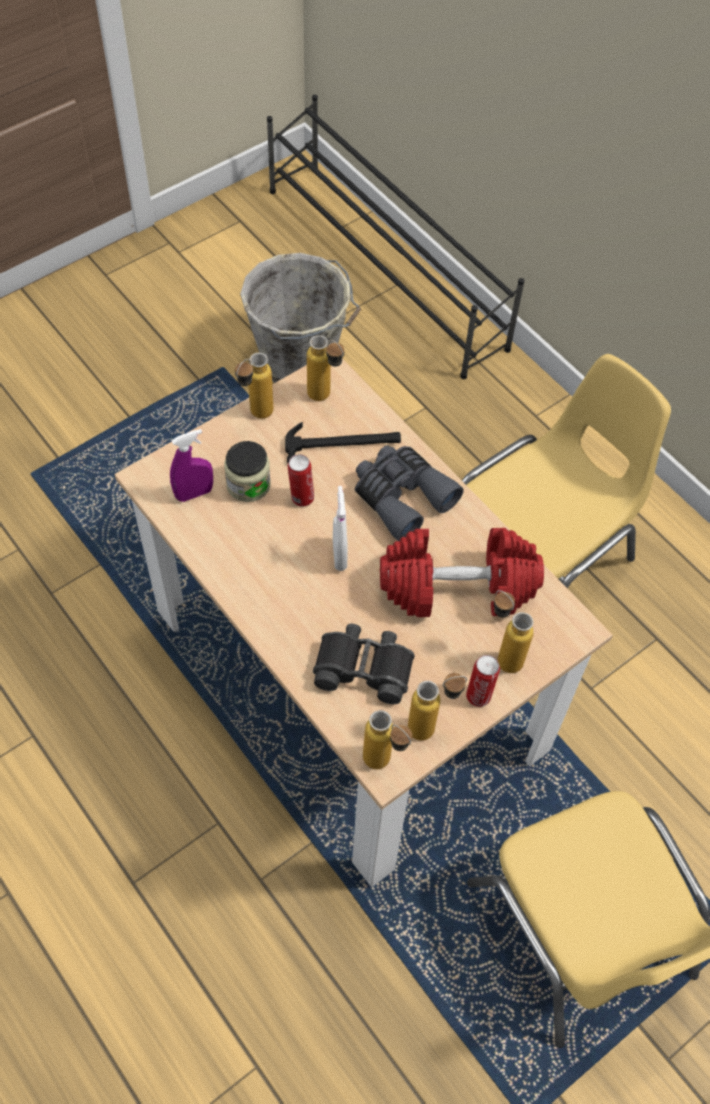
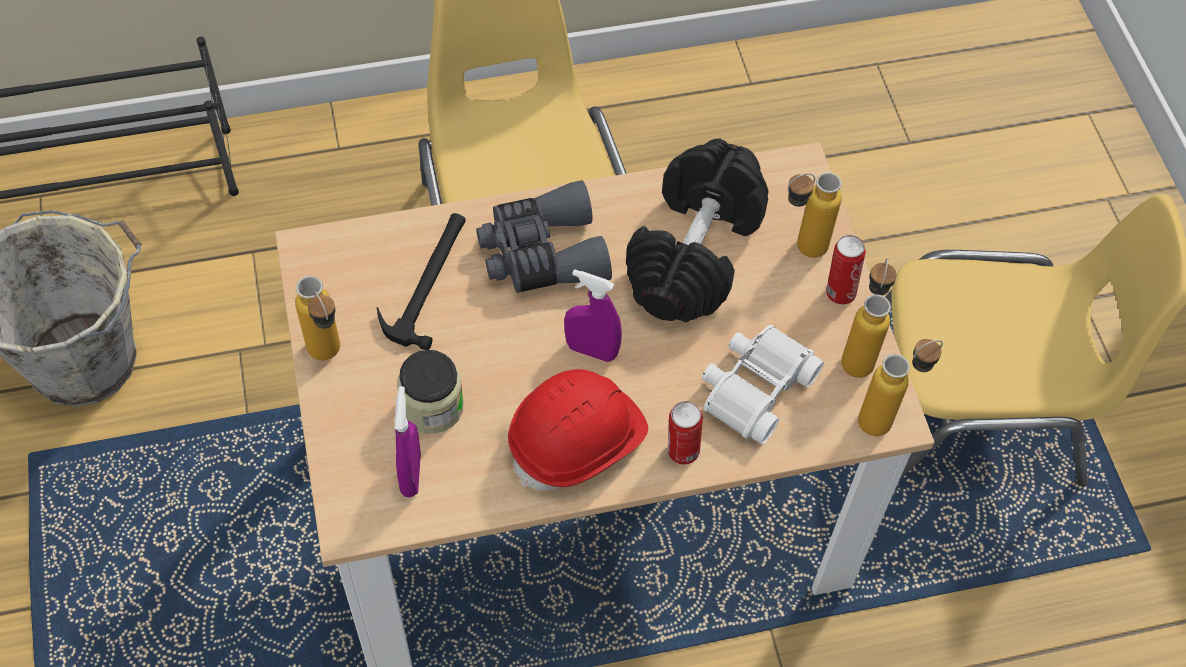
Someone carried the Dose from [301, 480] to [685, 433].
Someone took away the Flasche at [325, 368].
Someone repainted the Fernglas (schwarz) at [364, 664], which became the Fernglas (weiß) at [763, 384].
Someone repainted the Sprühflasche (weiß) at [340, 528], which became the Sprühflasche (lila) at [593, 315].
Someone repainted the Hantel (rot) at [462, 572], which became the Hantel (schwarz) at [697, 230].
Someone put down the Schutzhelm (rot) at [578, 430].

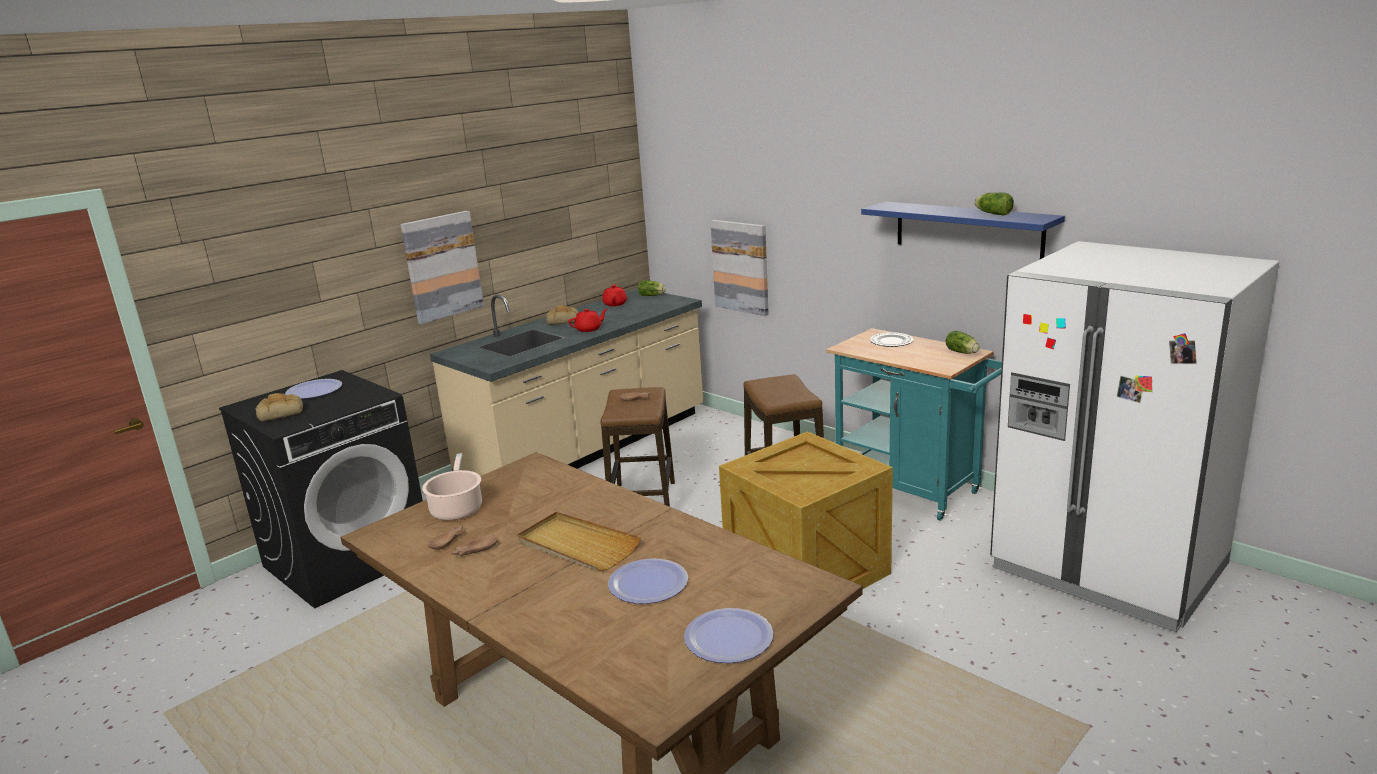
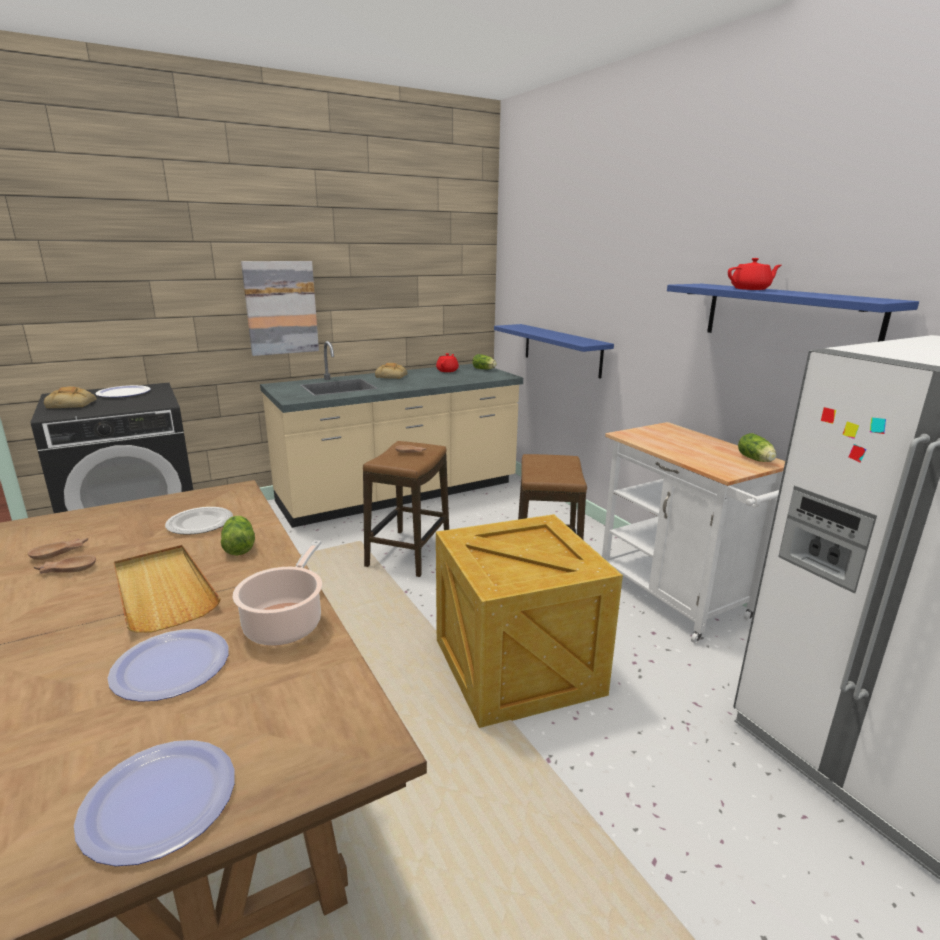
Someone carried the Kochtopf from [452, 486] to [277, 593].
Someone carried the Teekanne (rot) from [587, 320] to [754, 274].
Someone swapped the Bild at [739, 268] for the Wandregal (blau) at [554, 351].
Someone repainted the Rollwagen (türkis) at [914, 424], which became the Rollwagen (weiß) at [693, 532].
Someone carried the Teller from [892, 339] to [199, 521].
Someone carried the Salatkopf from [994, 204] to [238, 536].

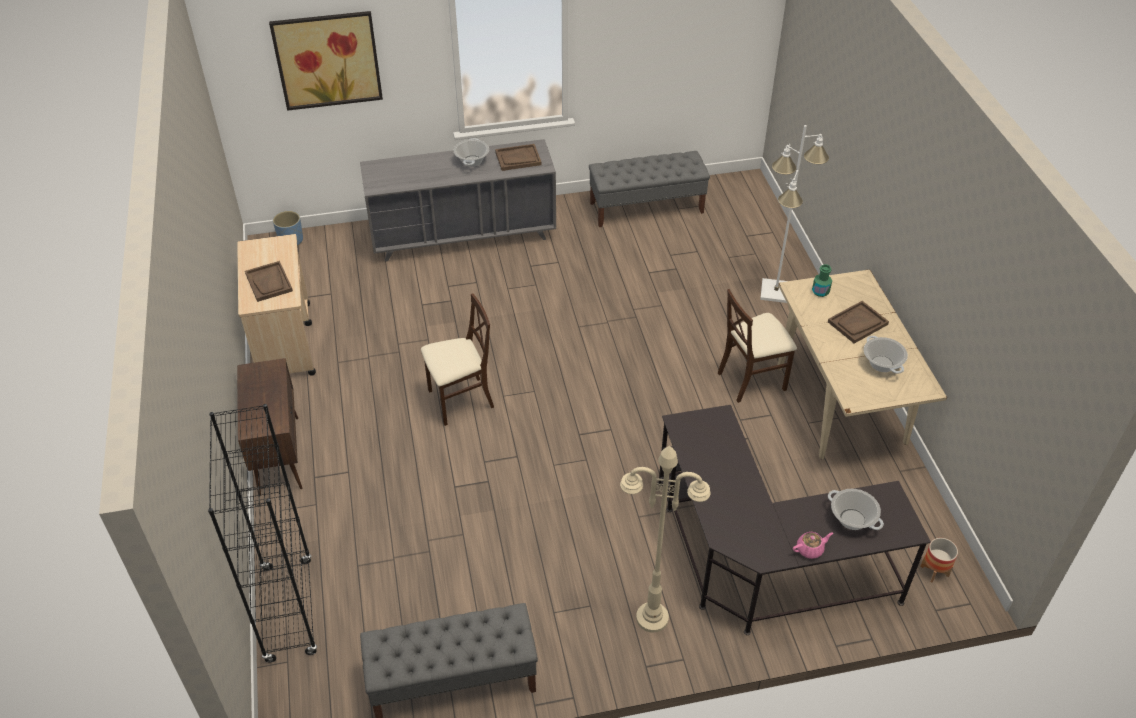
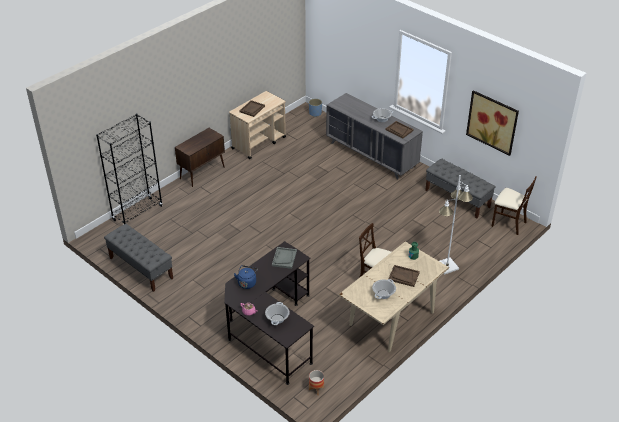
Someone carried the Bild from [326, 61] to [492, 123].
Someone carried the Stuhl (beige) from [457, 359] to [514, 205].
Someone took away the Stehlampe (beige) at [665, 539].
Someone put down the Wasserkessel (blau) at [246, 277].
Someone put down the Tablett (grau) at [284, 258].

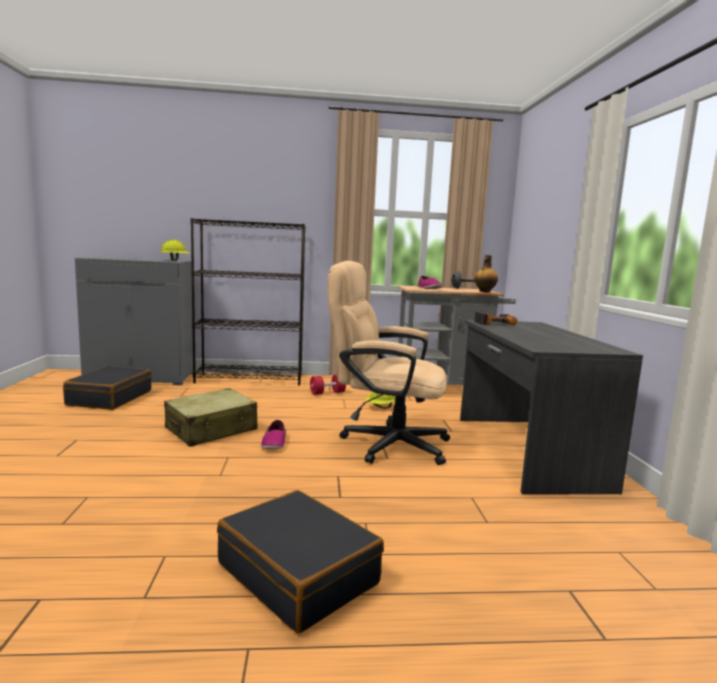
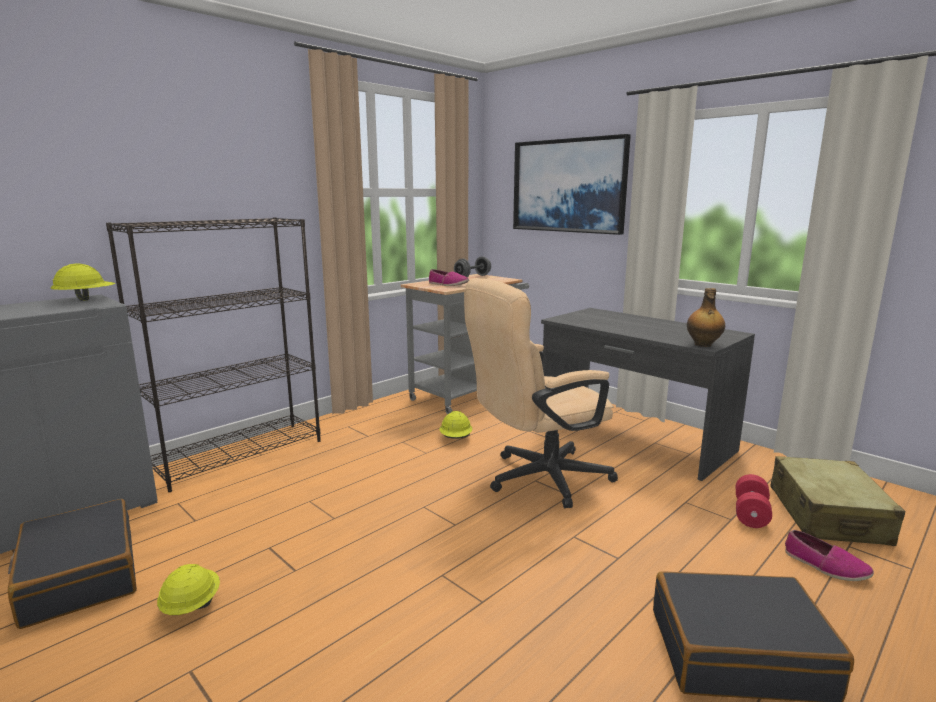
Someone carried the Koffer (beige) from [211, 417] to [838, 501].
Someone carried the Schuh from [273, 435] to [829, 555].
Someone carried the Hantel (rot) from [328, 385] to [754, 501].
Someone carried the Flasche from [486, 273] to [706, 317].
Someone took away the Bohrmaschine at [495, 318].
Someone put down the Schutzhelm (gelb) at [188, 589].
Someone put up the Bild at [572, 184].

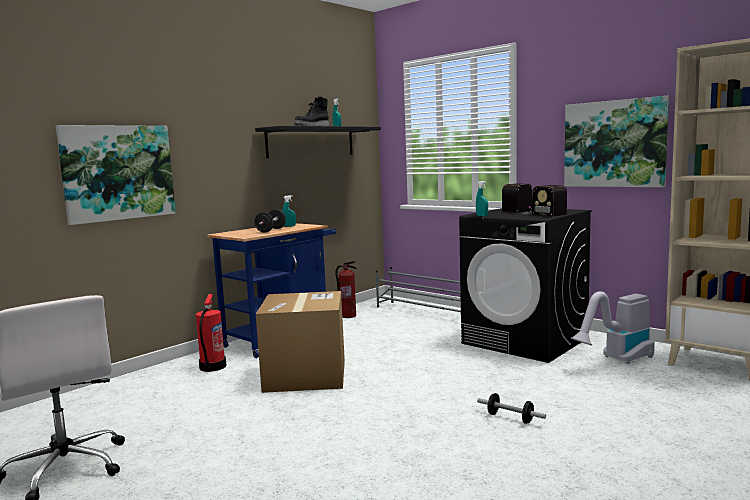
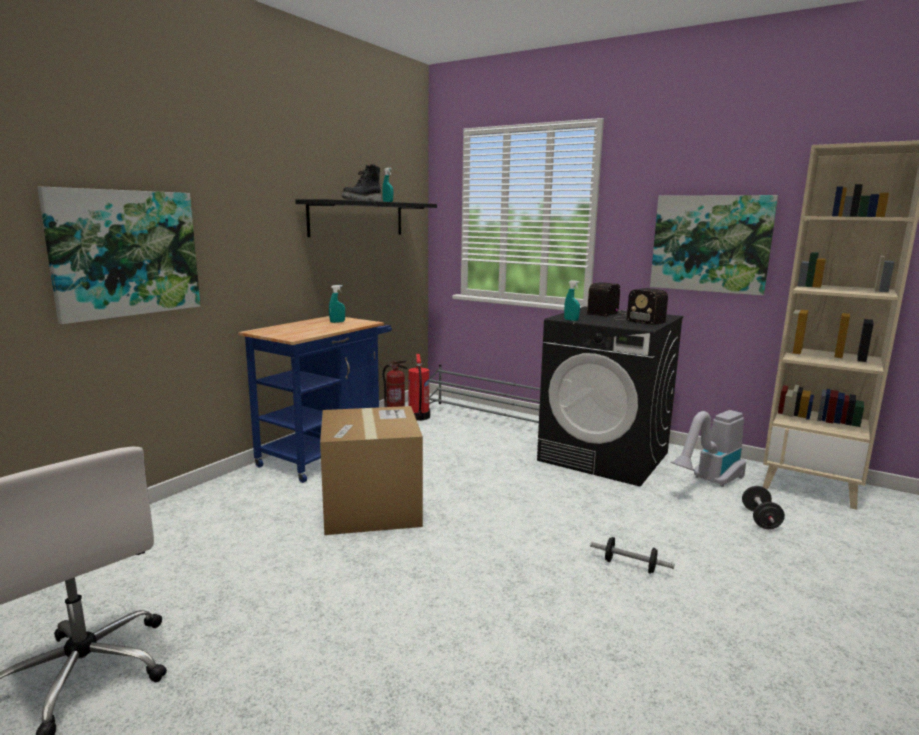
Someone carried the Feuerlöscher from [211, 333] to [419, 387].
Someone carried the Hantel (schwarz) from [270, 221] to [763, 507].

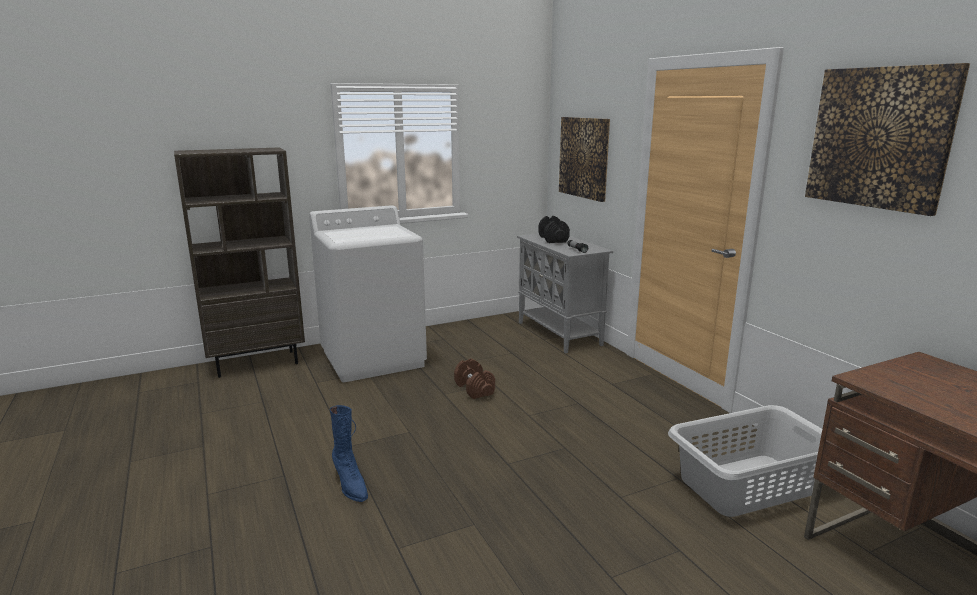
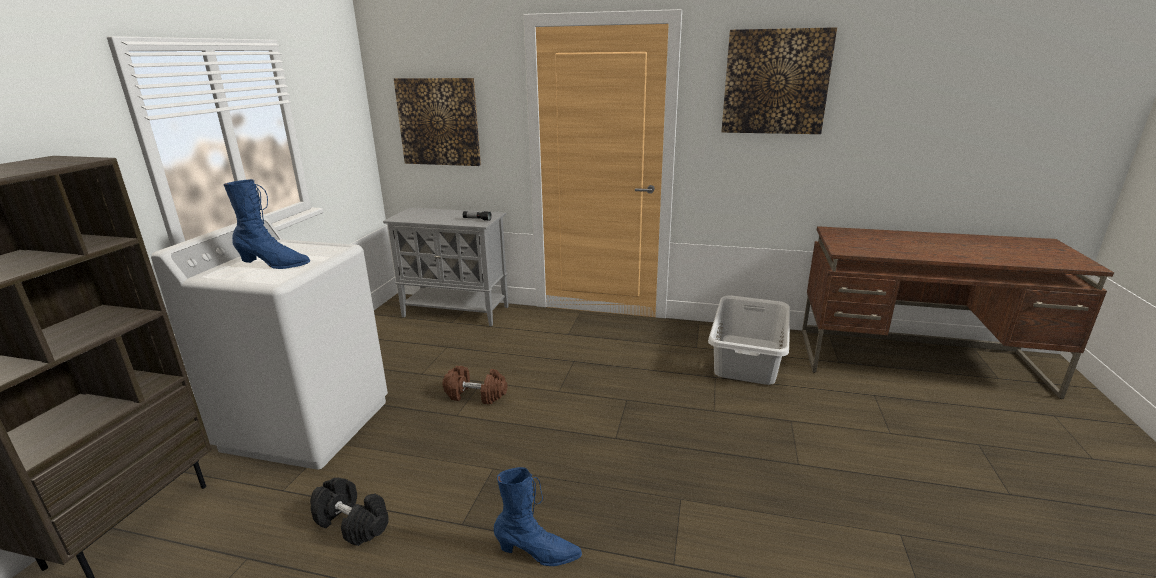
Someone carried the Hantel (schwarz) from [554, 229] to [349, 512].
Someone put down the Stiefel (blau) at [266, 224].

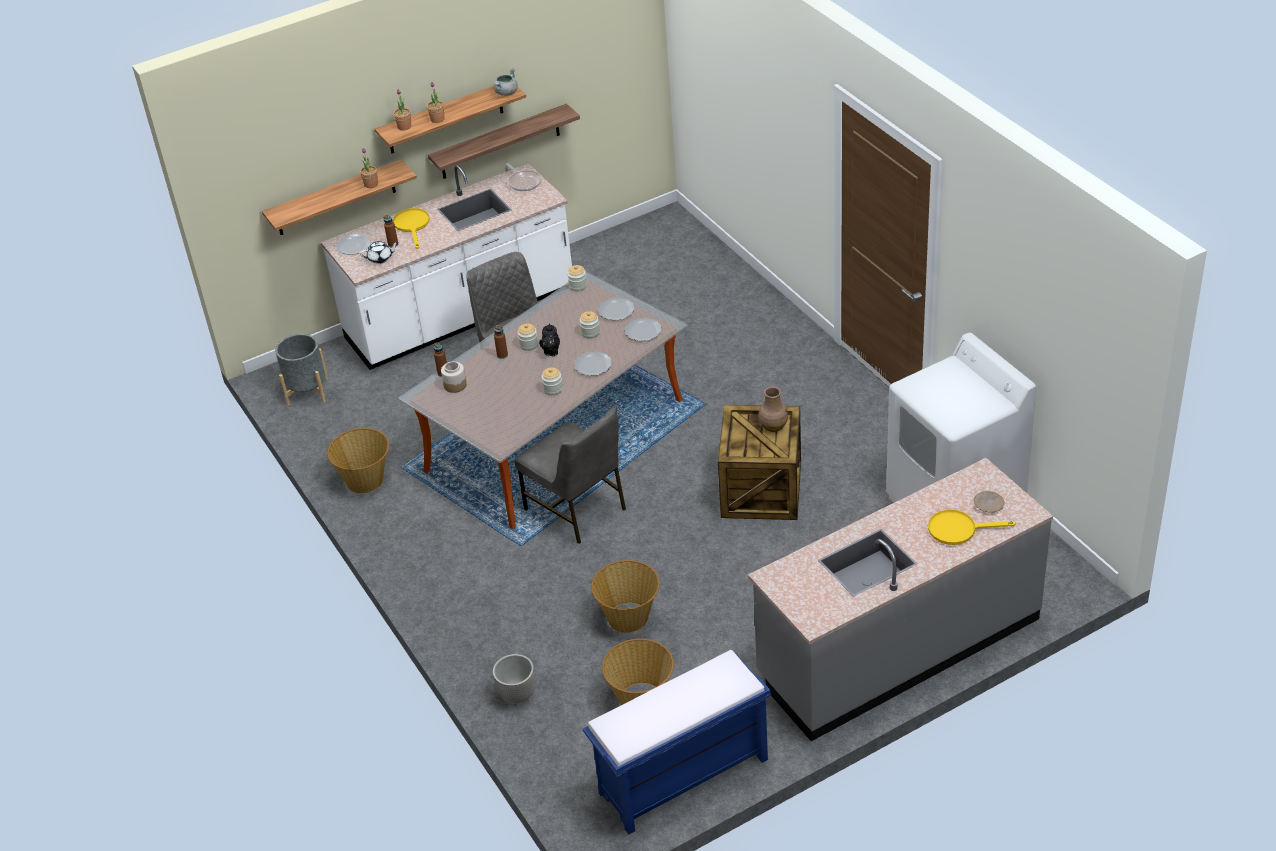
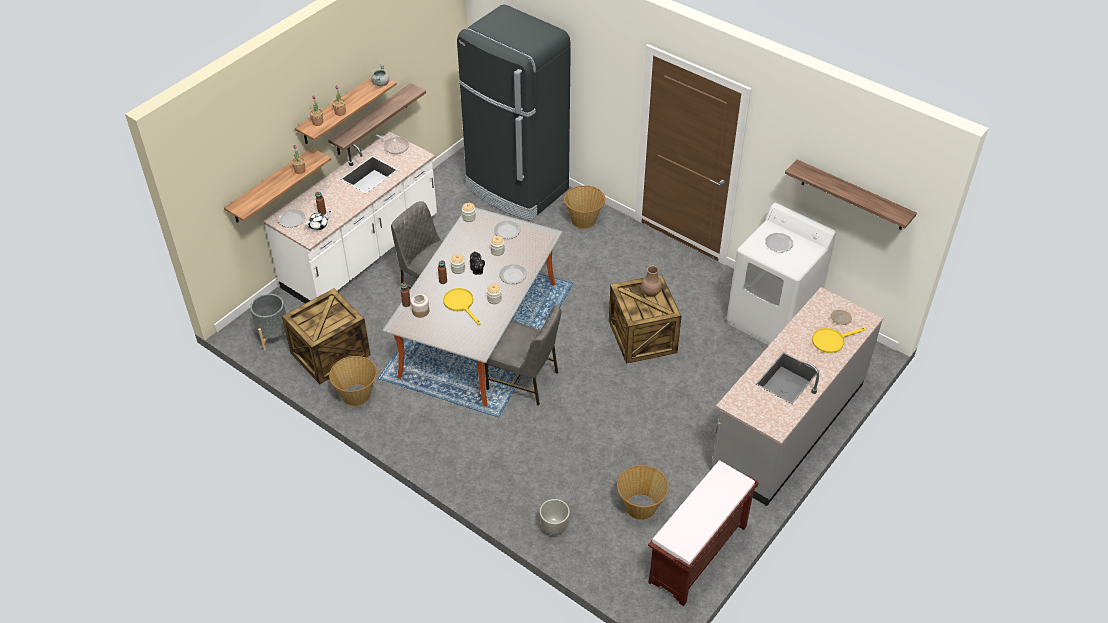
Someone carried the Pfanne (gelb) from [411, 228] to [462, 306].
Someone repainted the Bank (blau) at [677, 742], which became the Bank (braun) at [703, 533].
Someone carried the Korb from [625, 596] to [584, 207].
Someone carried the Teller from [643, 329] to [779, 242].
Someone put down the Kiste at [326, 336].
Someone put down the Kühlschrank (schwarz) at [514, 112].
Someone put up the Wandregal at [851, 194].

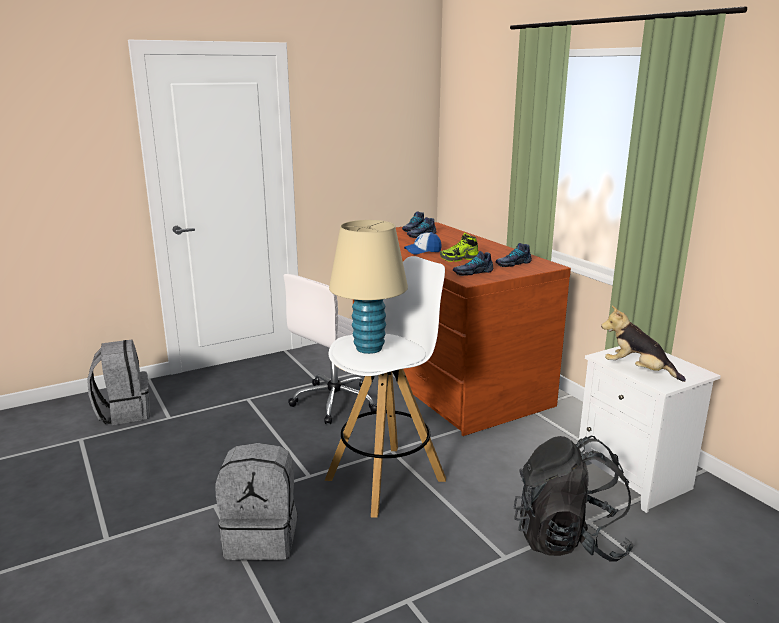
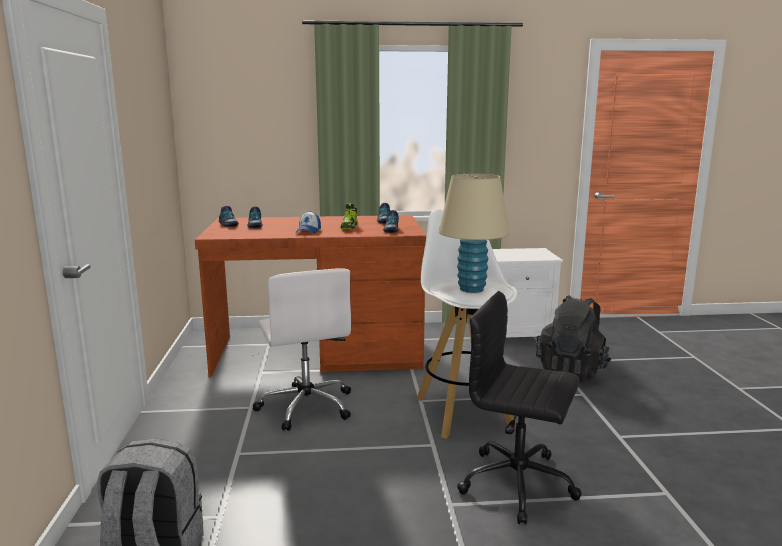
Someone swapped the Rucksack (grau) at [256, 501] for the Bürostuhl (schwarz) at [519, 408].
Someone took away the Plüschtier at [643, 344].

